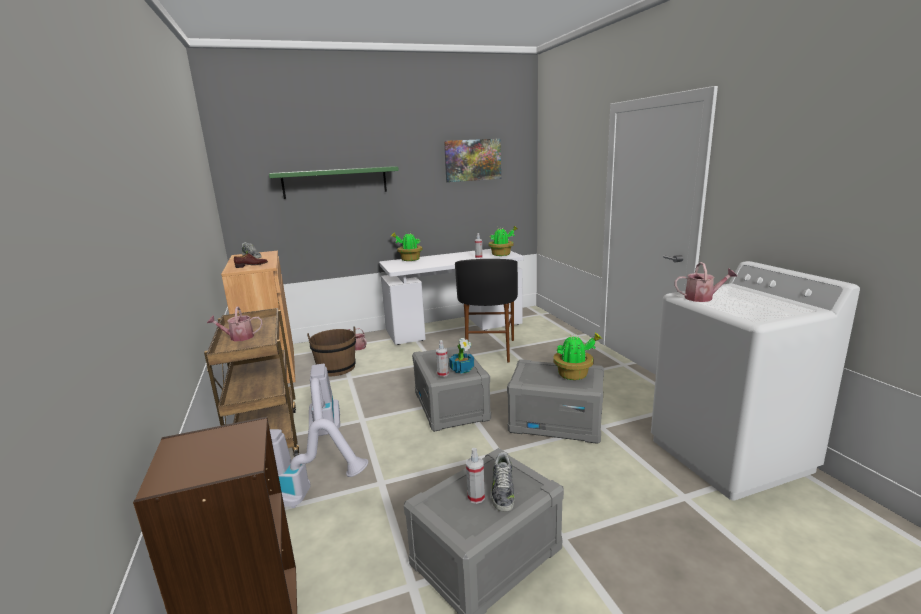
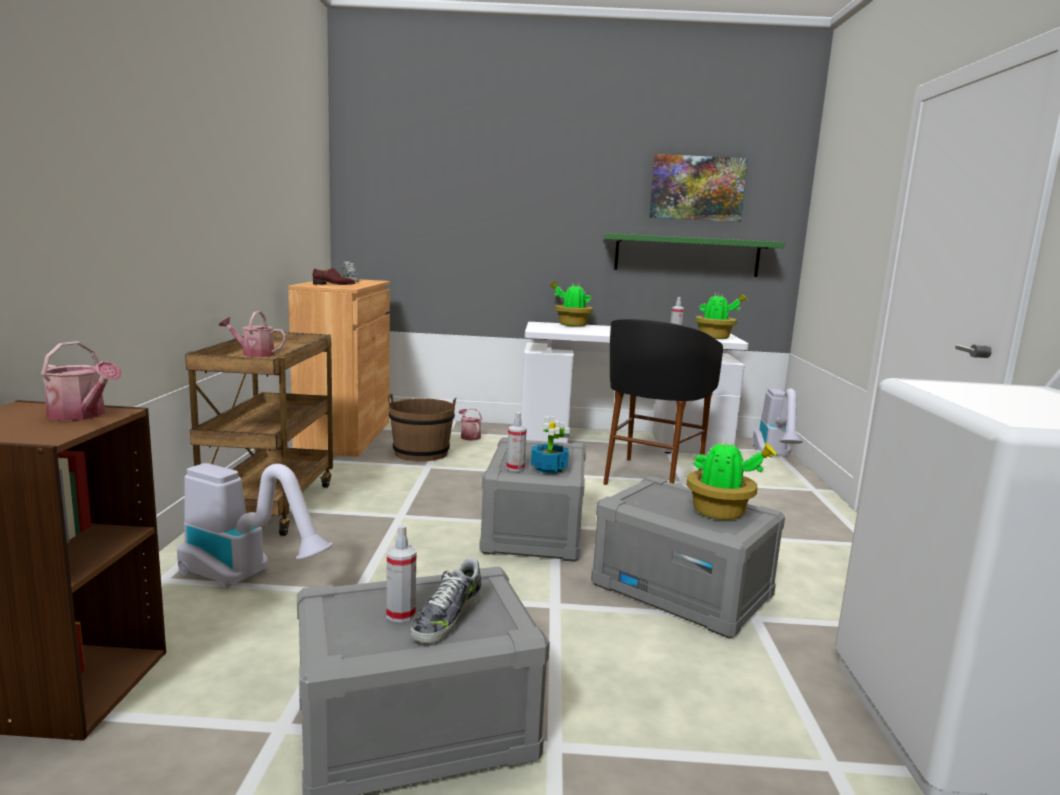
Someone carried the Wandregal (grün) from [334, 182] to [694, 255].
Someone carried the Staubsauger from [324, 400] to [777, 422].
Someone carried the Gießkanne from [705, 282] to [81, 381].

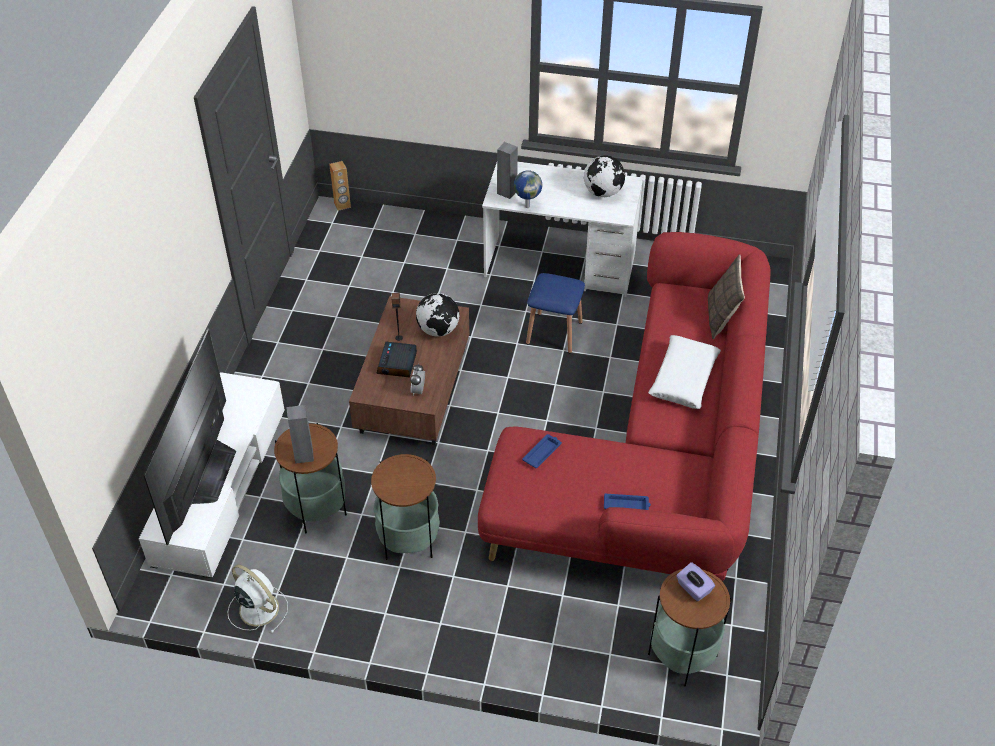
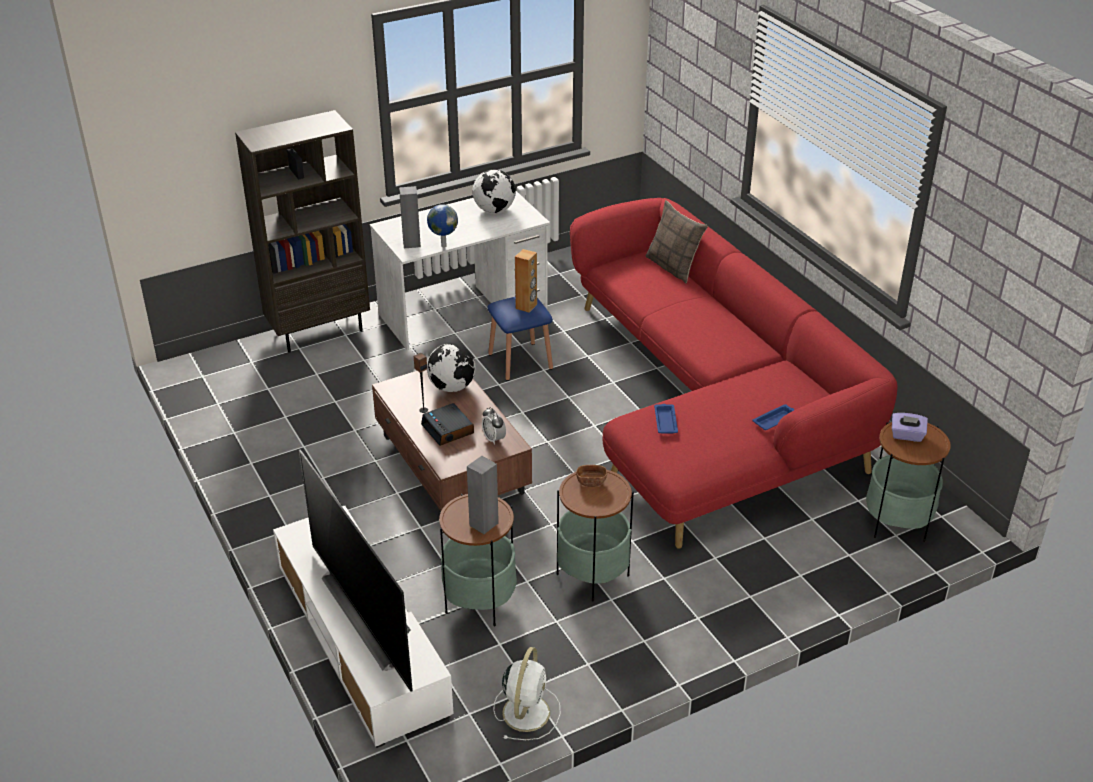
Someone rotated the Ventilator (weiß) at [258, 598] by 105 degrees clockwise.
Someone carried the Lautsprecher (braun) from [340, 186] to [526, 281].
Someone took away the Kissen (weiß) at [684, 372].
Someone put down the Bücherregal (braun) at [302, 231].
Someone put down the Schüssel (braun) at [591, 476].

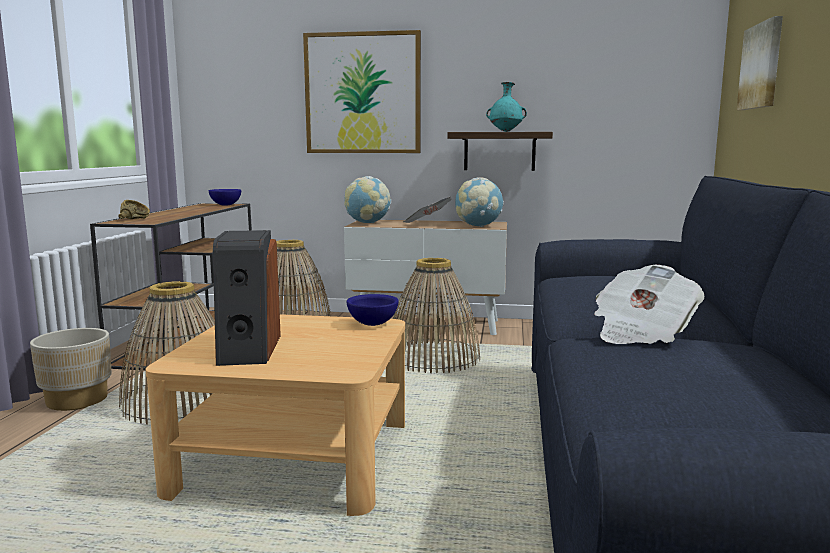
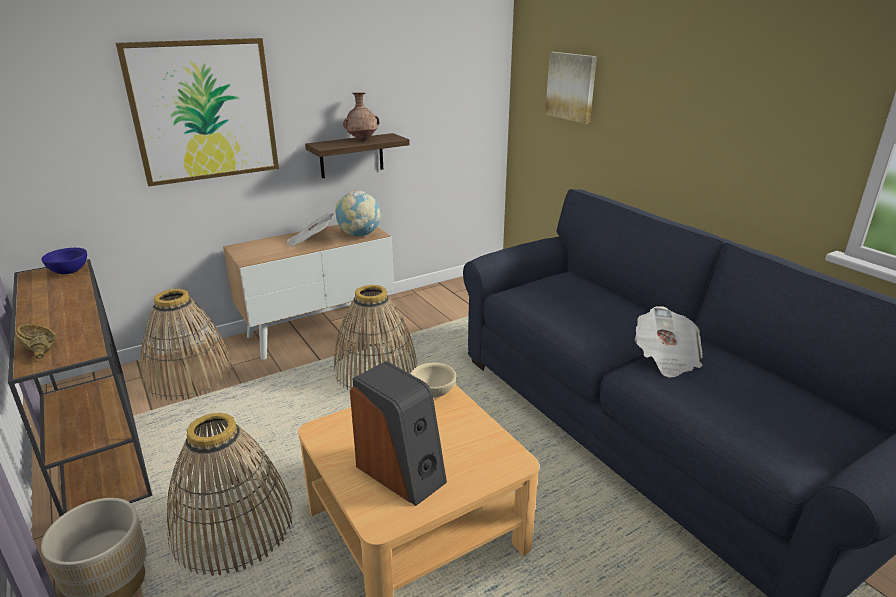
Someone took away the Globus at [367, 199].
Someone repainted the Schüssel (blau) at [373, 310], which became the Schüssel (beige) at [433, 380].
Someone repainted the Vase (türkis) at [506, 107], which became the Vase (braun) at [361, 116].

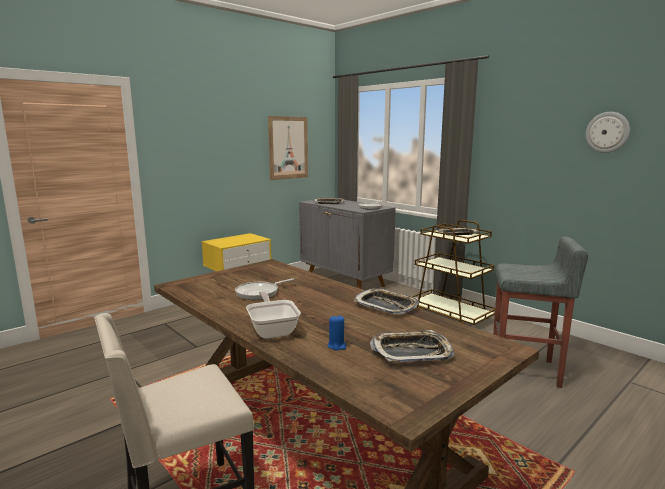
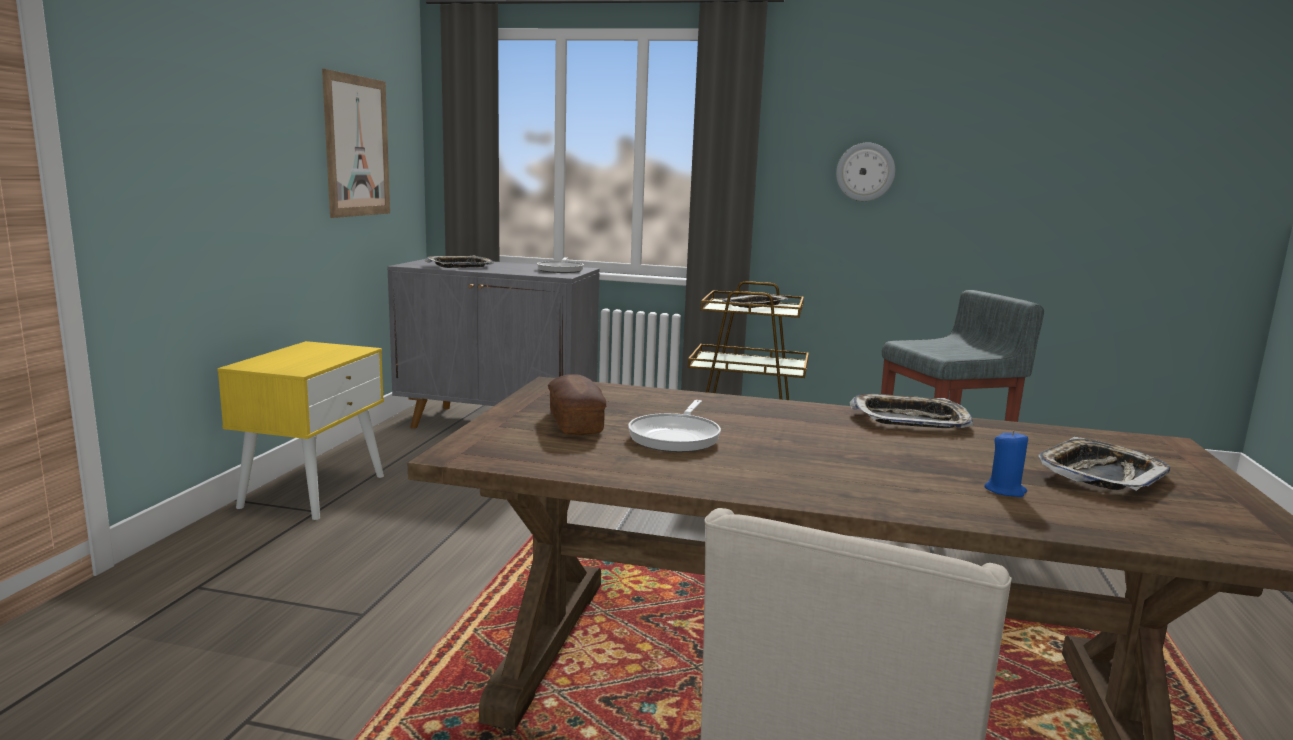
Someone took away the Pfanne at [273, 315].
Someone carried the Wanduhr from [607, 132] to [865, 171].
Someone put down the Brot at [577, 404].

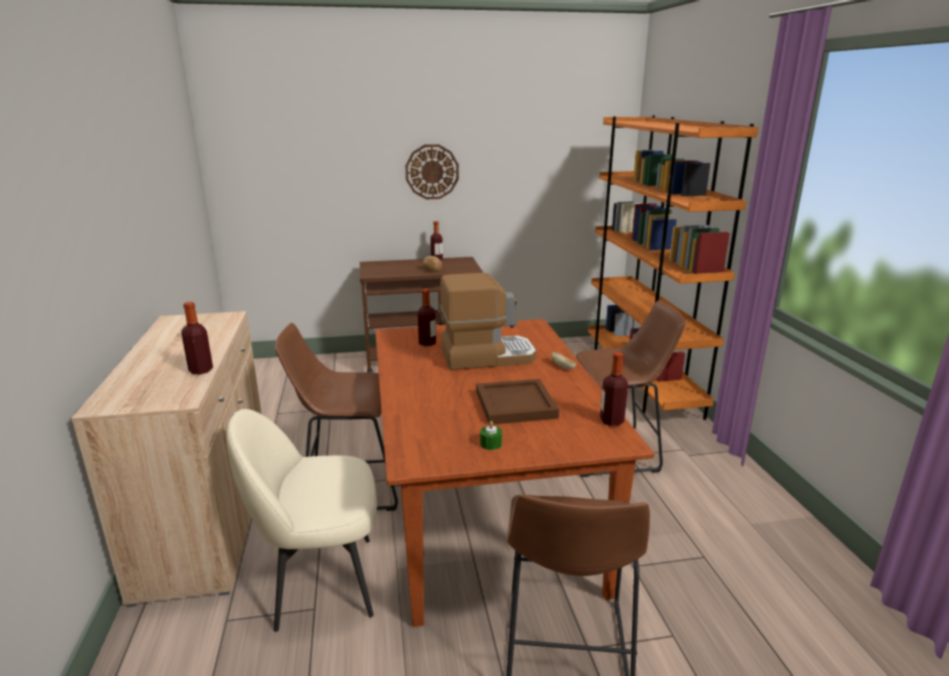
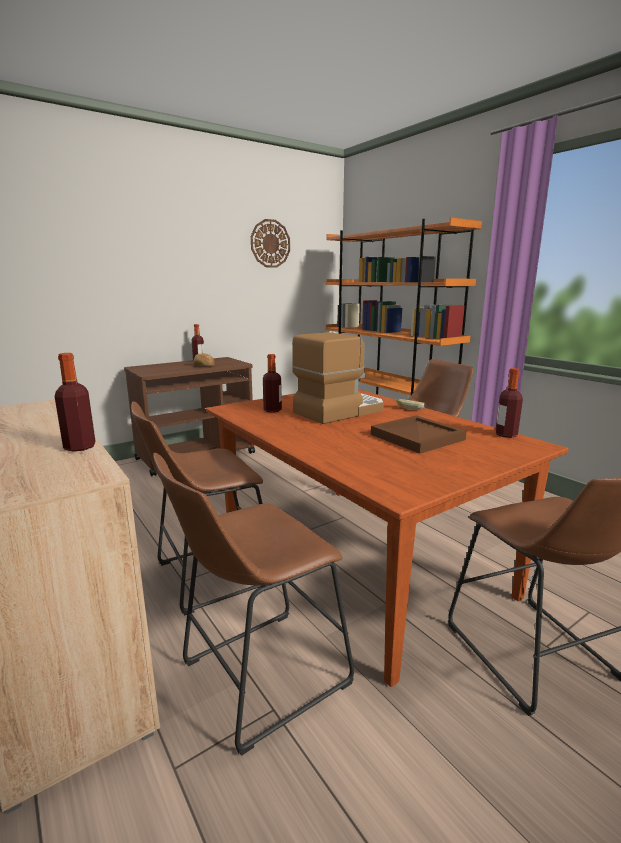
Someone swapped the Stuhl (beige) at [301, 520] for the Hocker (braun) at [253, 604].
Someone carried the Wanduhr from [432, 171] to [270, 243].
Someone took away the Kerze (grün) at [491, 435].

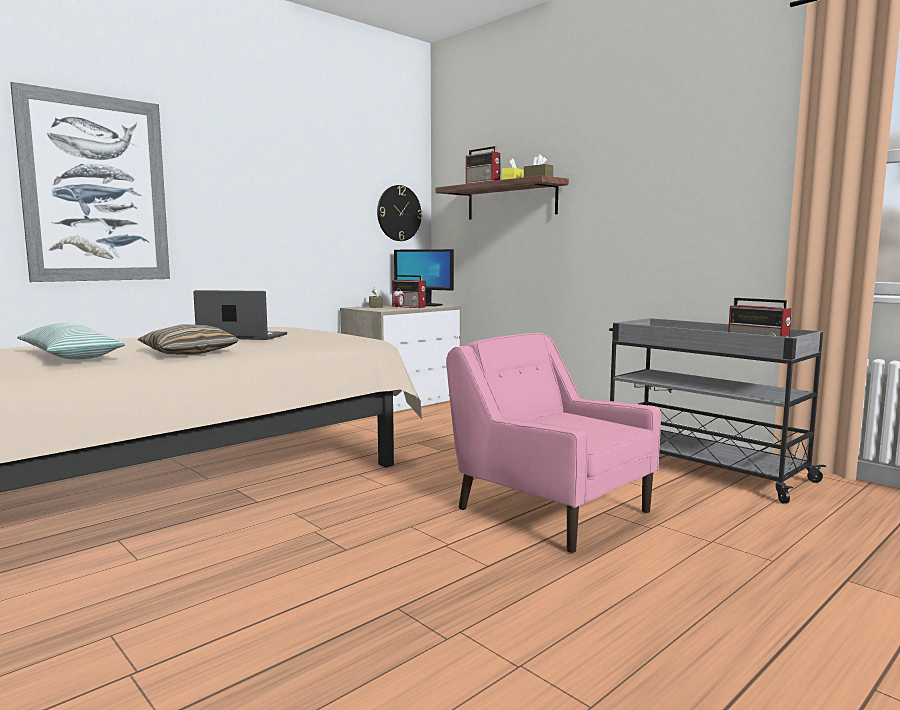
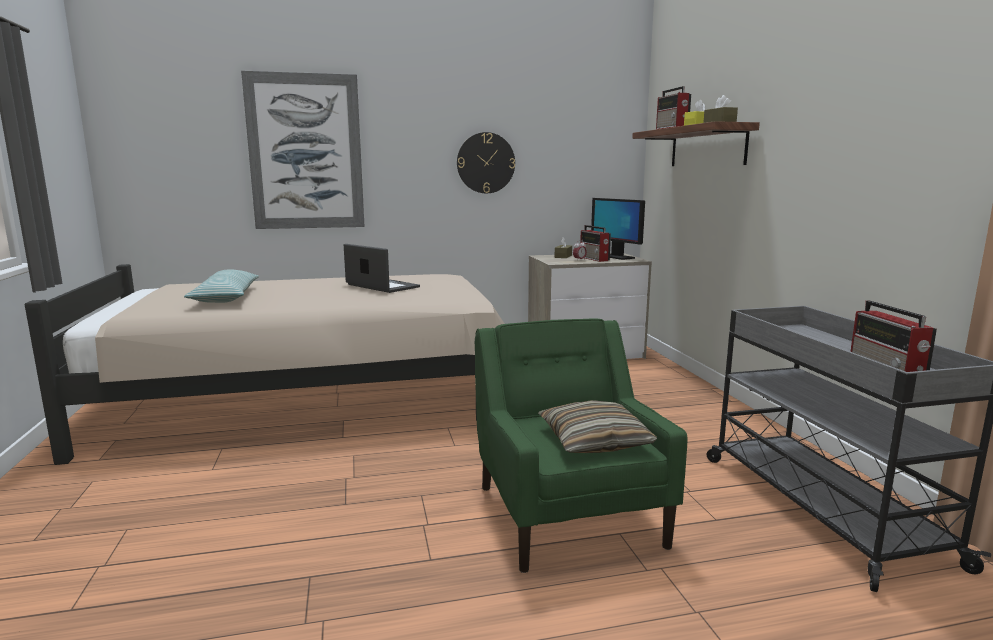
Someone carried the Kissen from [188, 339] to [597, 426].
Someone carried the Wanduhr from [399, 213] to [486, 162].
Someone repainted the Sessel (rosa) at [553, 443], which became the Sessel (grün) at [581, 445].

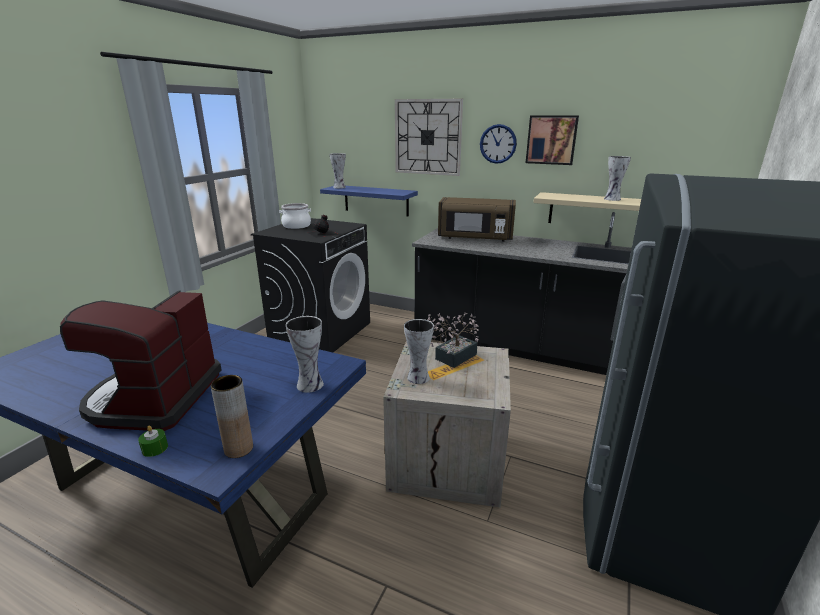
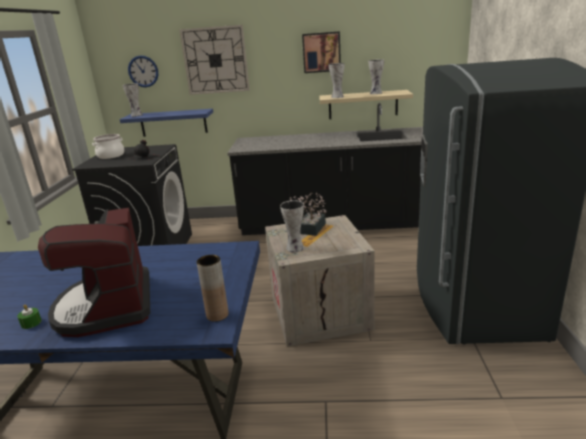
Someone carried the Kerze (grün) from [153, 441] to [29, 317].
Someone carried the Vase from [305, 354] to [337, 80].
Someone took away the Mikrowelle (braun) at [477, 219].
Someone carried the Wanduhr from [498, 144] to [143, 71].

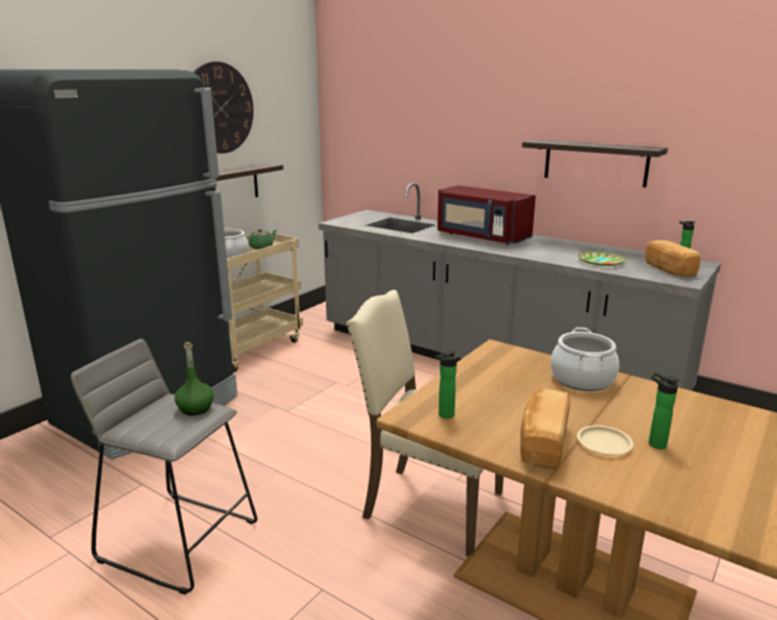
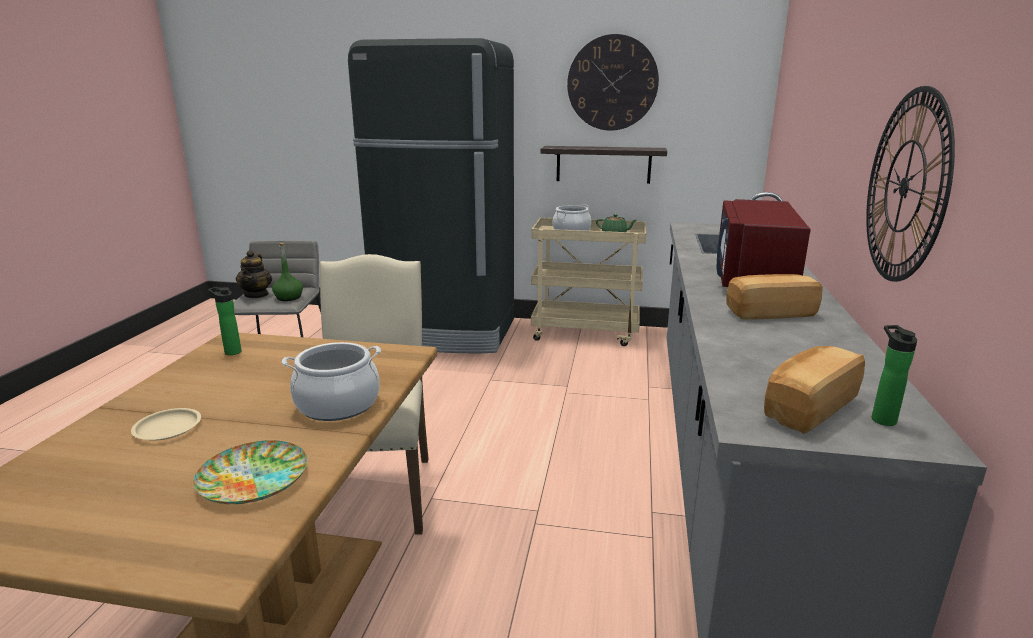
Someone carried the Brot from [545, 429] to [774, 297].
Someone swapped the Wandregal at [595, 163] for the Wanduhr at [910, 184].
Someone carried the Teller from [602, 258] to [250, 472].
Someone took away the Flasche at [664, 411].
Someone put down the Teekanne at [254, 274].

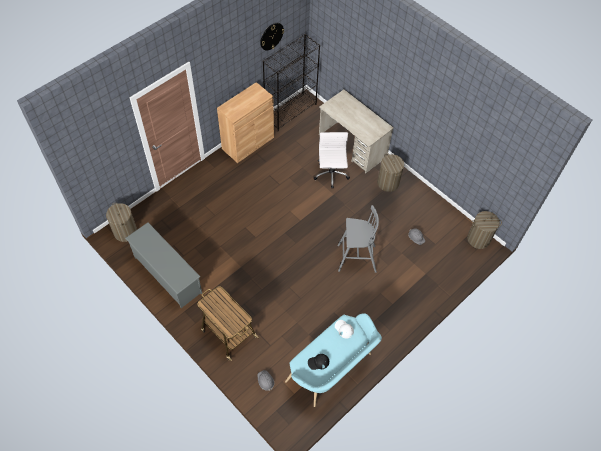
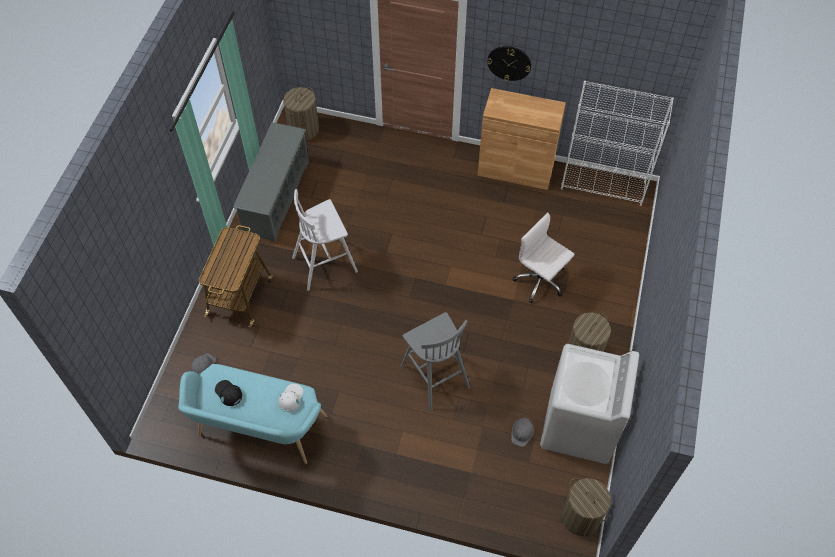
Someone carried the Wanduhr from [272, 36] to [509, 63].
Someone repainted the Bücherregal (schwarz) at [291, 82], which became the Bücherregal (weiß) at [617, 143].
Someone rotated the Bürostuhl (weiß) at [332, 160] by 105 degrees counterclockwise.
Someone took away the Schreibtisch (beige) at [356, 132].
Someone put down the Hocker (weiß) at [325, 240].
Someone put down the Waschmaschine (weiß) at [589, 404].

